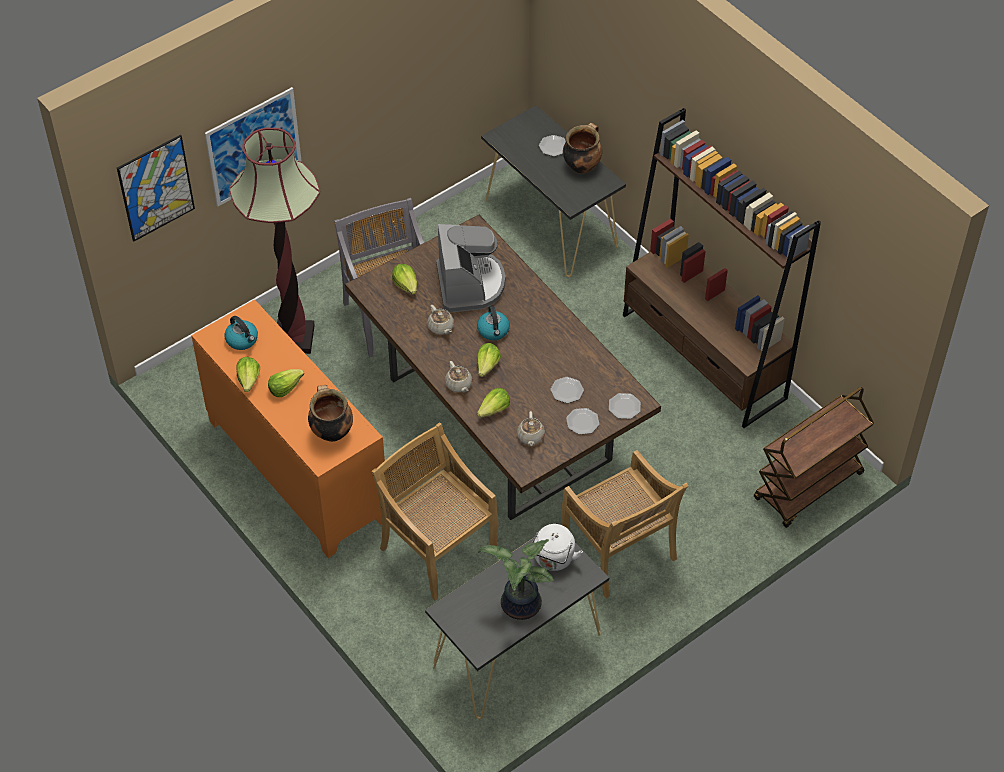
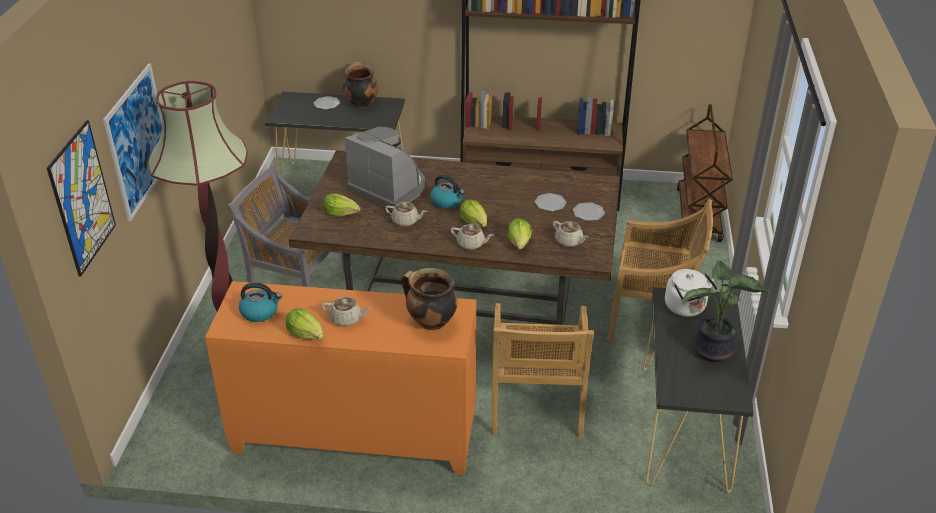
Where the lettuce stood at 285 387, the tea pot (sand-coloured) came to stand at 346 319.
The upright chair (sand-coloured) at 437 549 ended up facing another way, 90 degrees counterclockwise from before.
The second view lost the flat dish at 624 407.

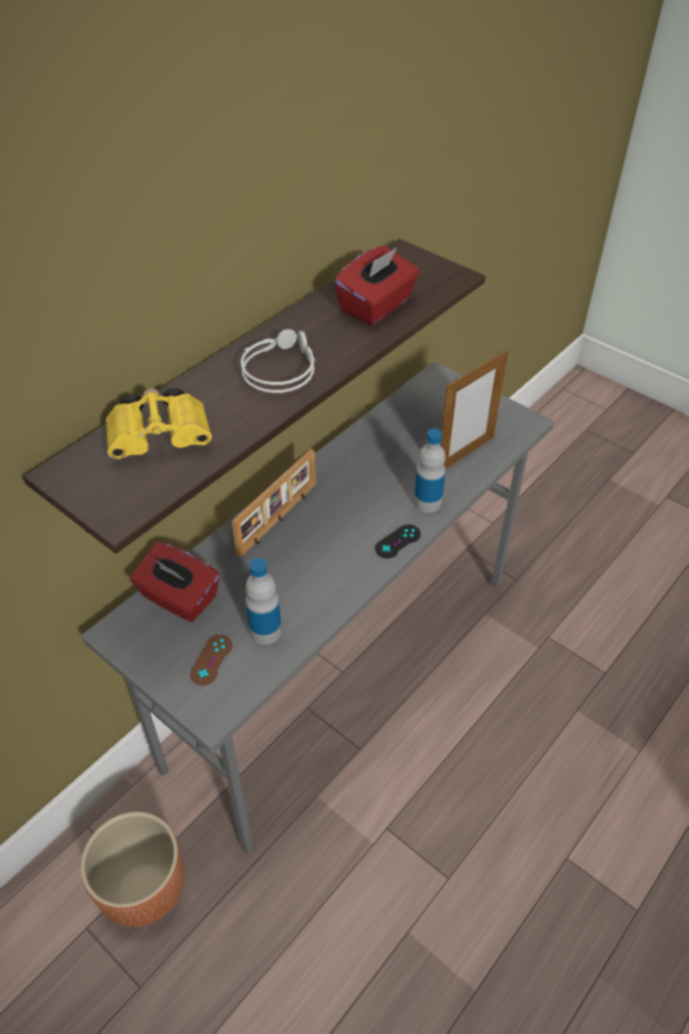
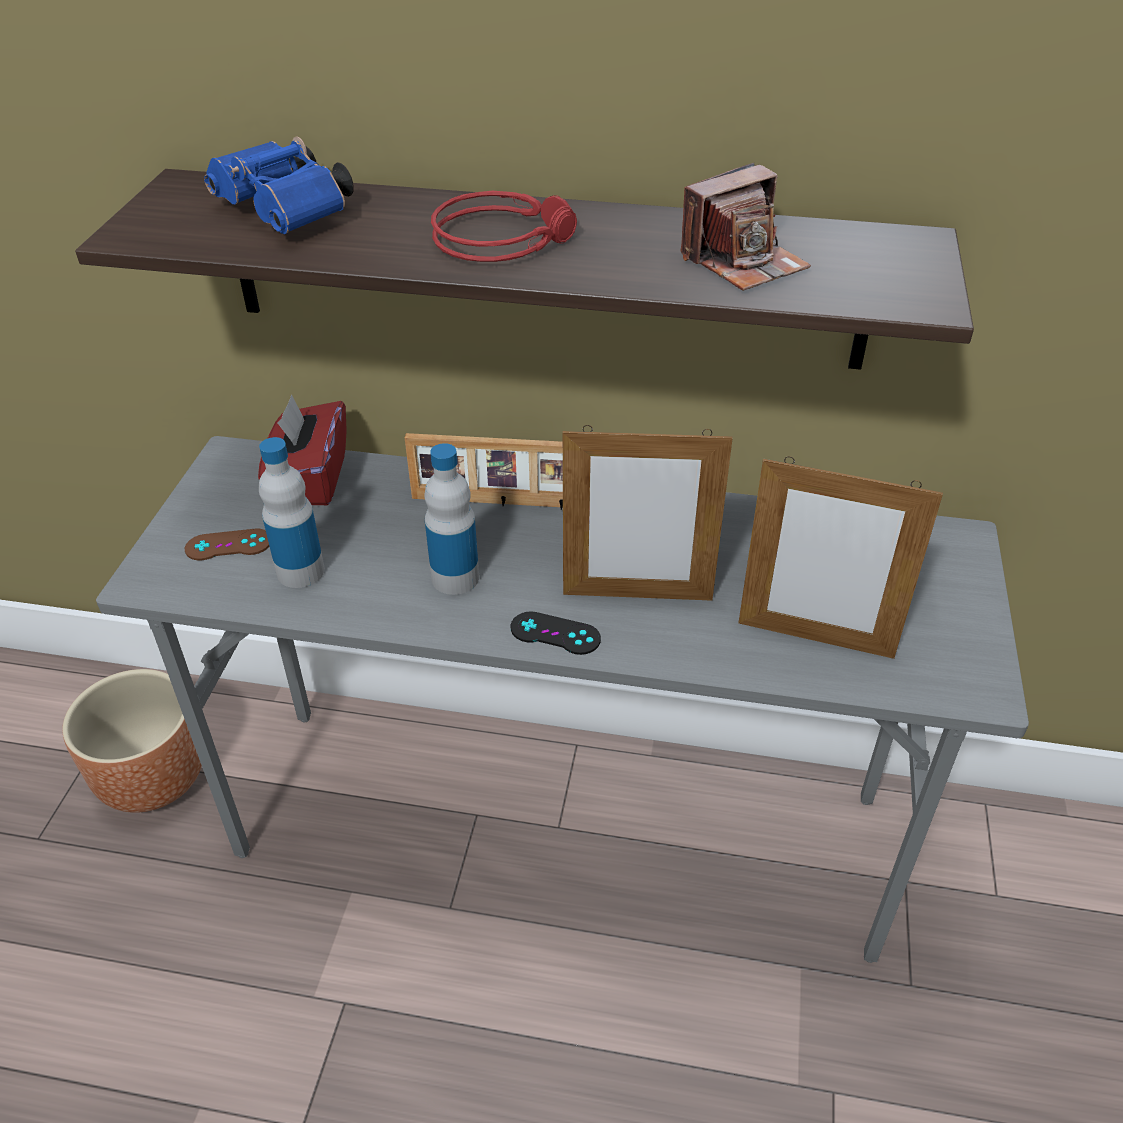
What was the field glasses (yellow) at 163 438 turned into the field glasses (bluish) at 288 214.
What was the headset (grey) at 279 368 turned into the headset (reddish) at 504 238.
Where the tissue holder (reddish) stood at 377 306, the still camera came to stand at 743 262.
The bottle ended up elsewhere, having gone from 427 502 to 455 578.
The second view gained the picture frame at 637 596.

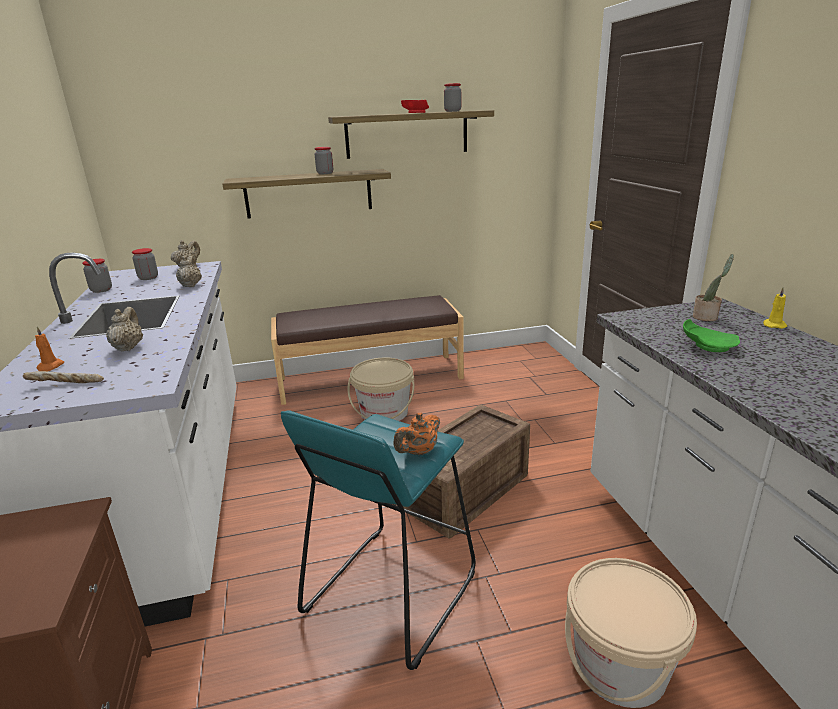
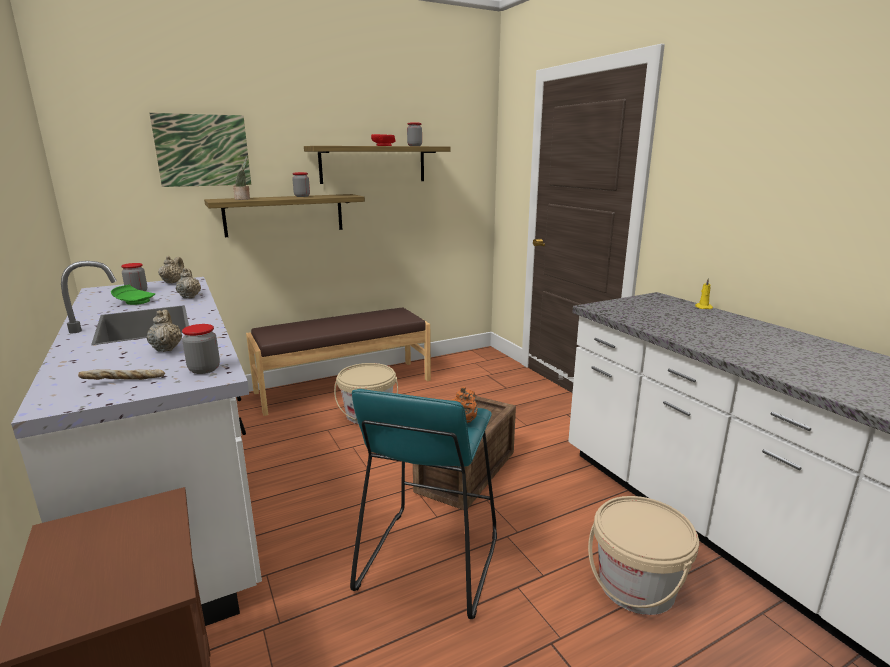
The second view lost the candle (orange) at 50 367.
The preserve jar ended up elsewhere, having gone from 101 290 to 204 369.
The flat dish (greenish) ended up elsewhere, having gone from 707 346 to 135 302.
The plant in a pot ended up elsewhere, having gone from 707 317 to 243 199.
The second view gained the picture at 203 150.

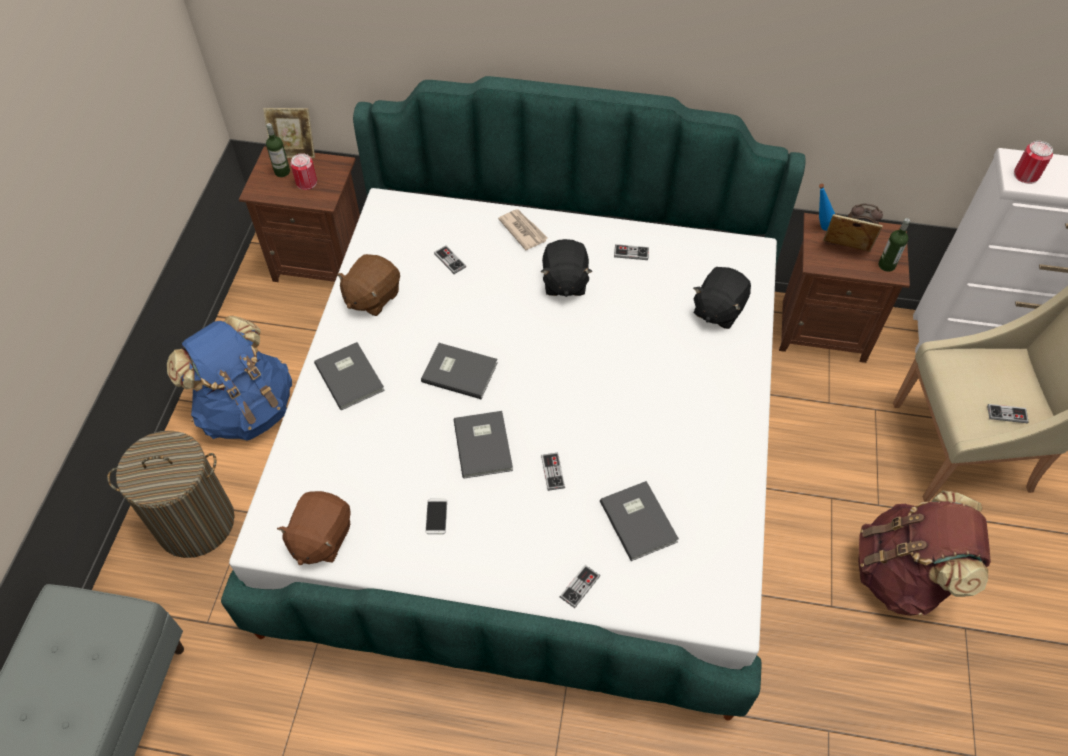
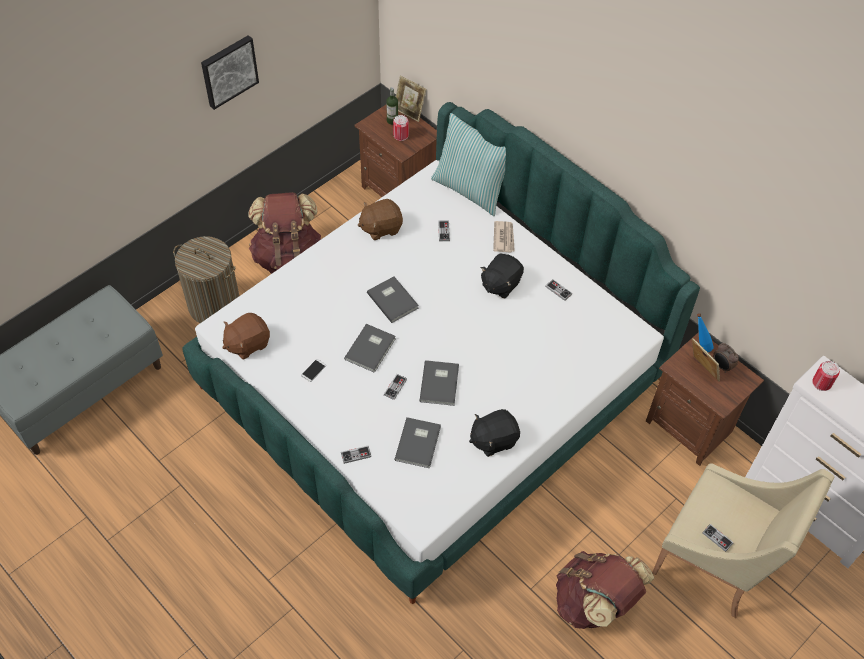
What was the backpack (bluish) at 246 409 turned into the backpack (brown-coloured) at 288 257.
The book (grey) ended up elsewhere, having gone from 350 376 to 440 383.
The cuddly toy (blackish) ended up elsewhere, having gone from 718 310 to 493 439.
The second view lost the bottle at 886 265.
The second view gained the picture at 228 71.
The second view gained the cushion at 470 189.

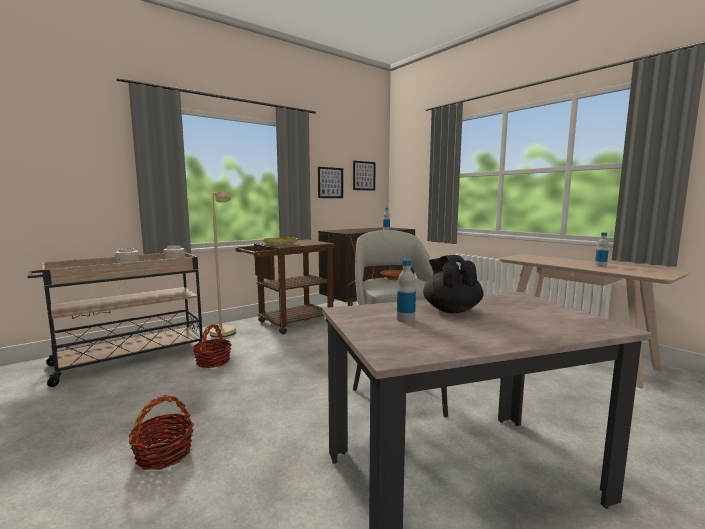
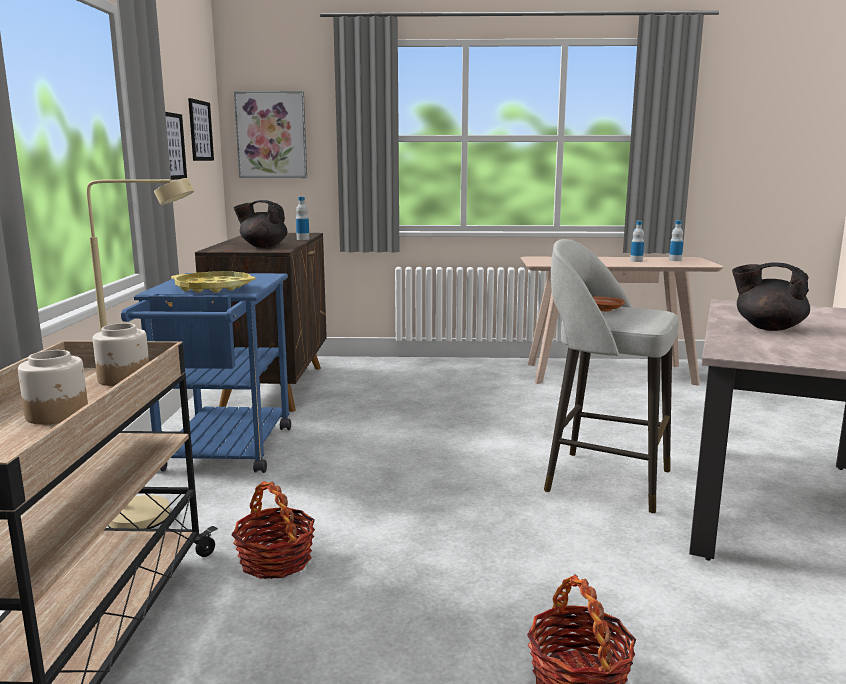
What was the trolley (brown-coloured) at 289 323 turned into the trolley (bluish) at 223 454.
The bottle ended up elsewhere, having gone from 405 319 to 675 260.
The second view gained the tea pot (blackish) at 263 246.
The second view gained the picture at 271 135.

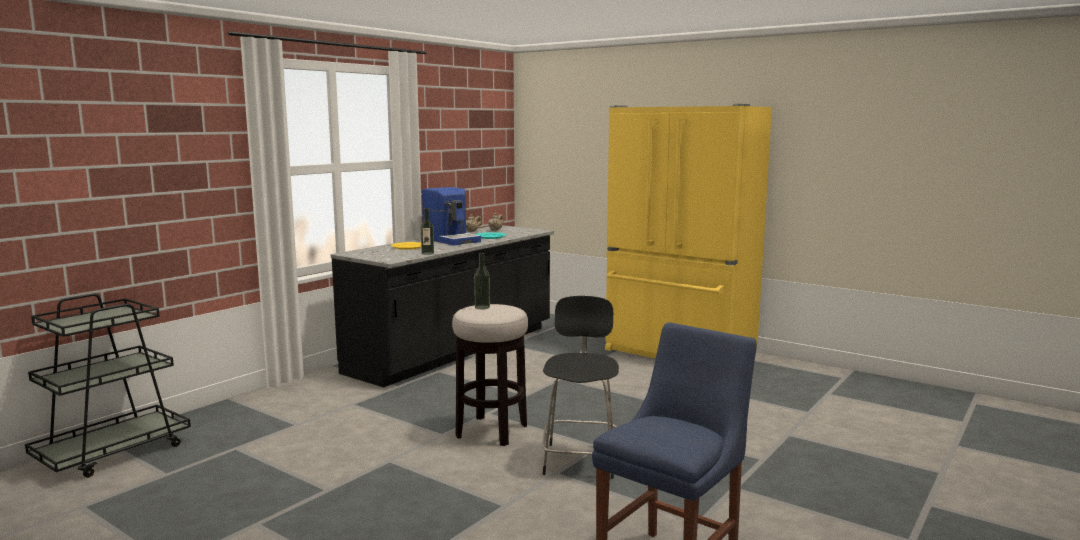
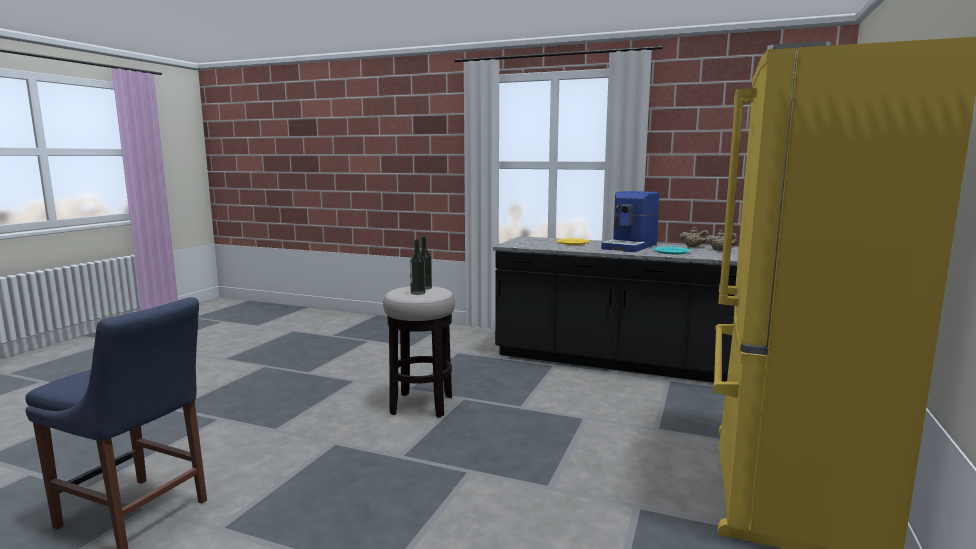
The second view lost the trolley (blackish) at 114 452.
The bottle ended up elsewhere, having gone from 427 253 to 418 293.
The second view lost the sitting stool (blackish) at 580 459.

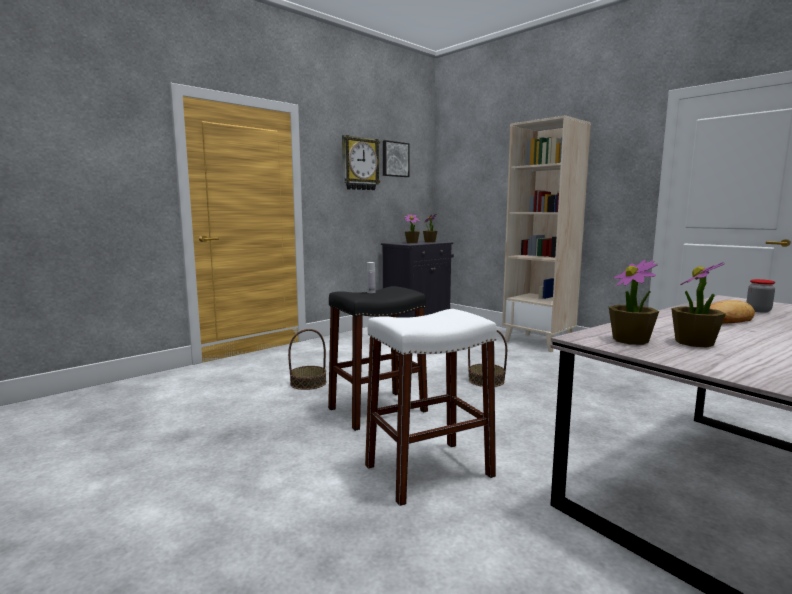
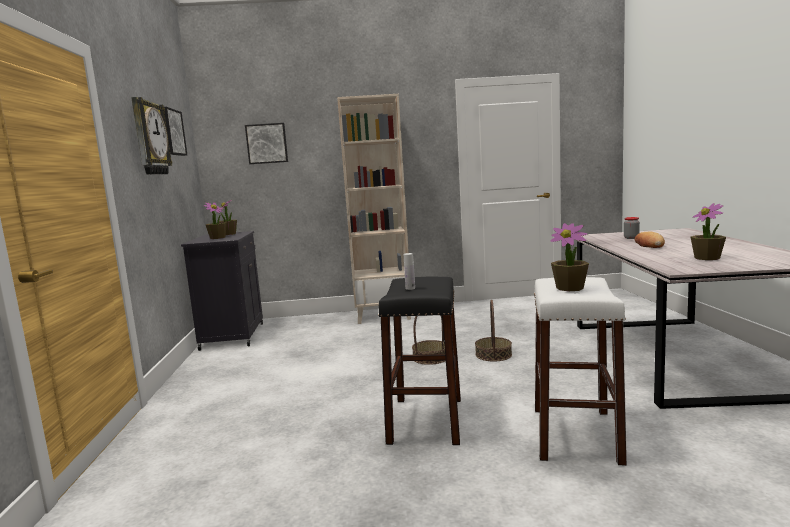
The basket ended up elsewhere, having gone from 308 383 to 493 354.
The plant in a pot ended up elsewhere, having gone from 630 340 to 570 288.
The second view gained the picture at 267 143.

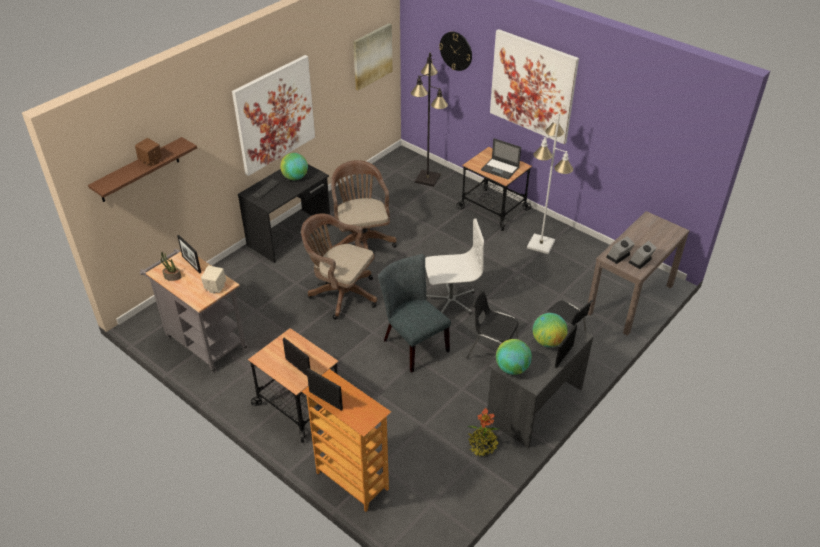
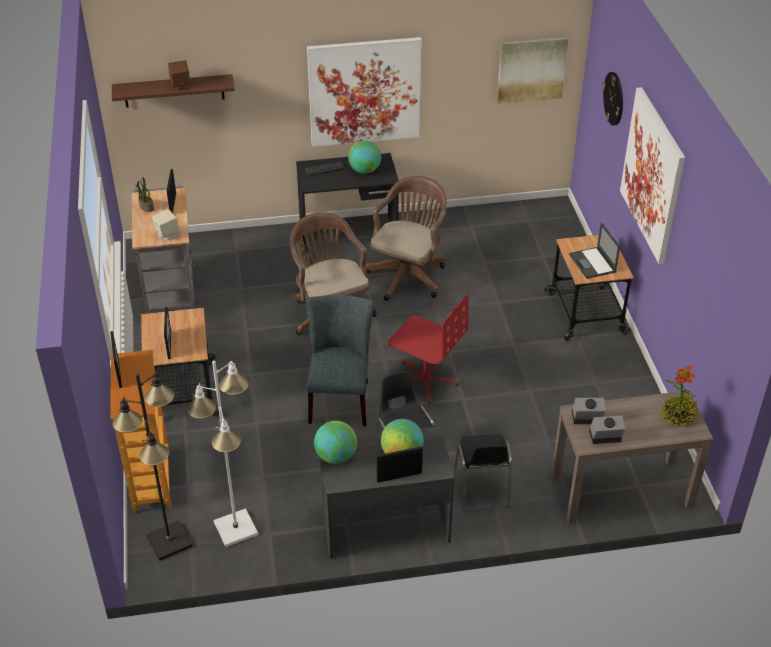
The standard lamp (blackish) ended up elsewhere, having gone from 428 179 to 170 541.
What was the office chair (white-coloured) at 450 300 turned into the office chair (reddish) at 425 379.
The plant in a pot ended up elsewhere, having gone from 482 445 to 678 416.
The standard lamp (white-coloured) ended up elsewhere, having gone from 541 244 to 236 529.

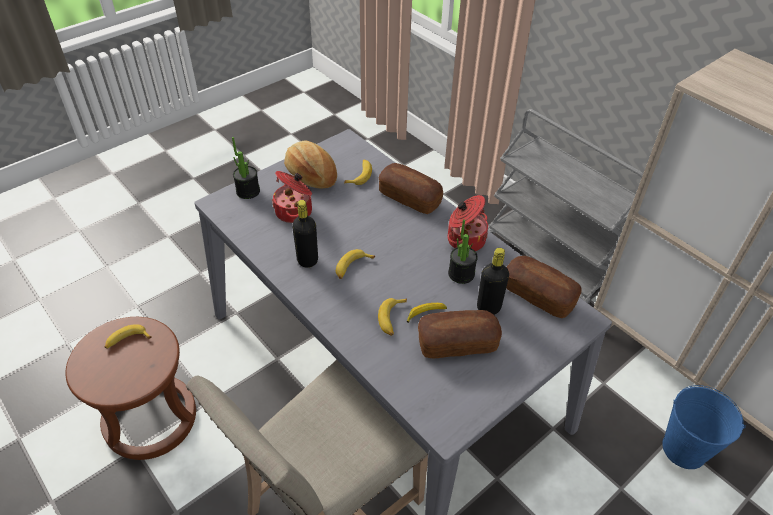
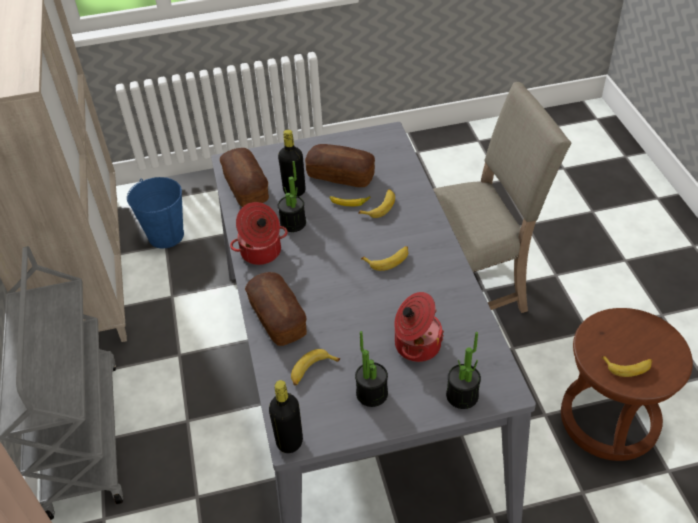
Where the bread stood at 311 175, the plant in a pot came to stand at 372 394.
The bottle (blackish) ended up elsewhere, having gone from 307 260 to 289 441.

